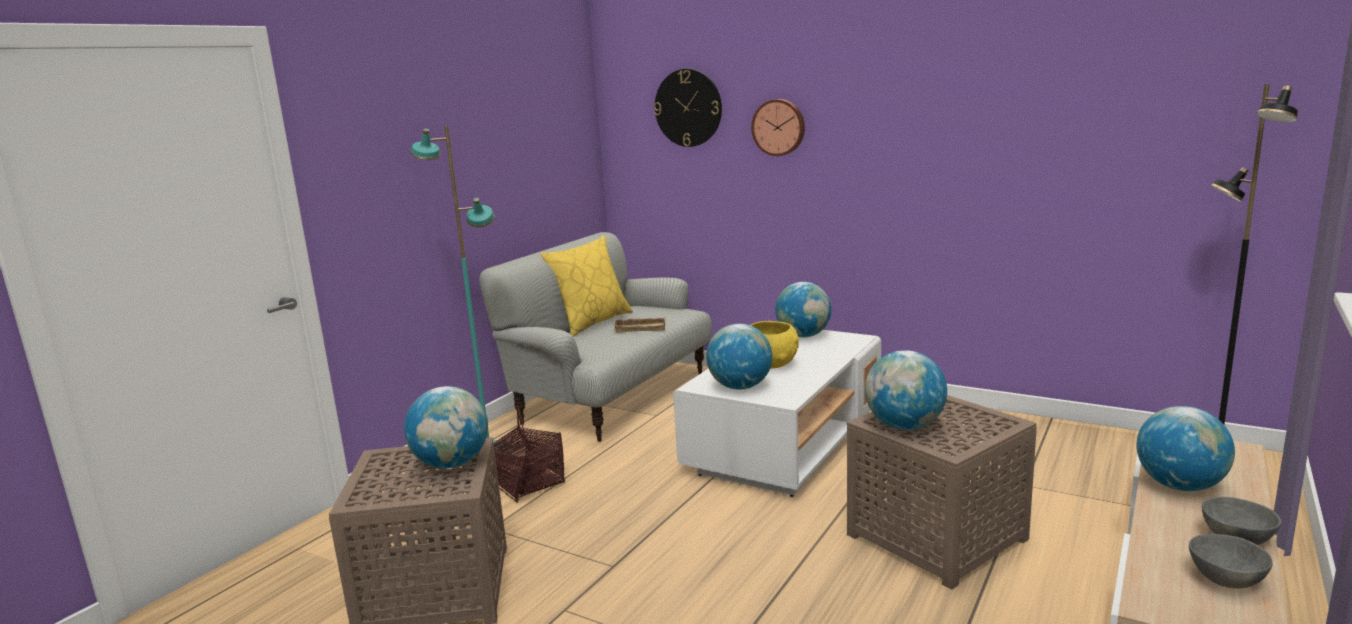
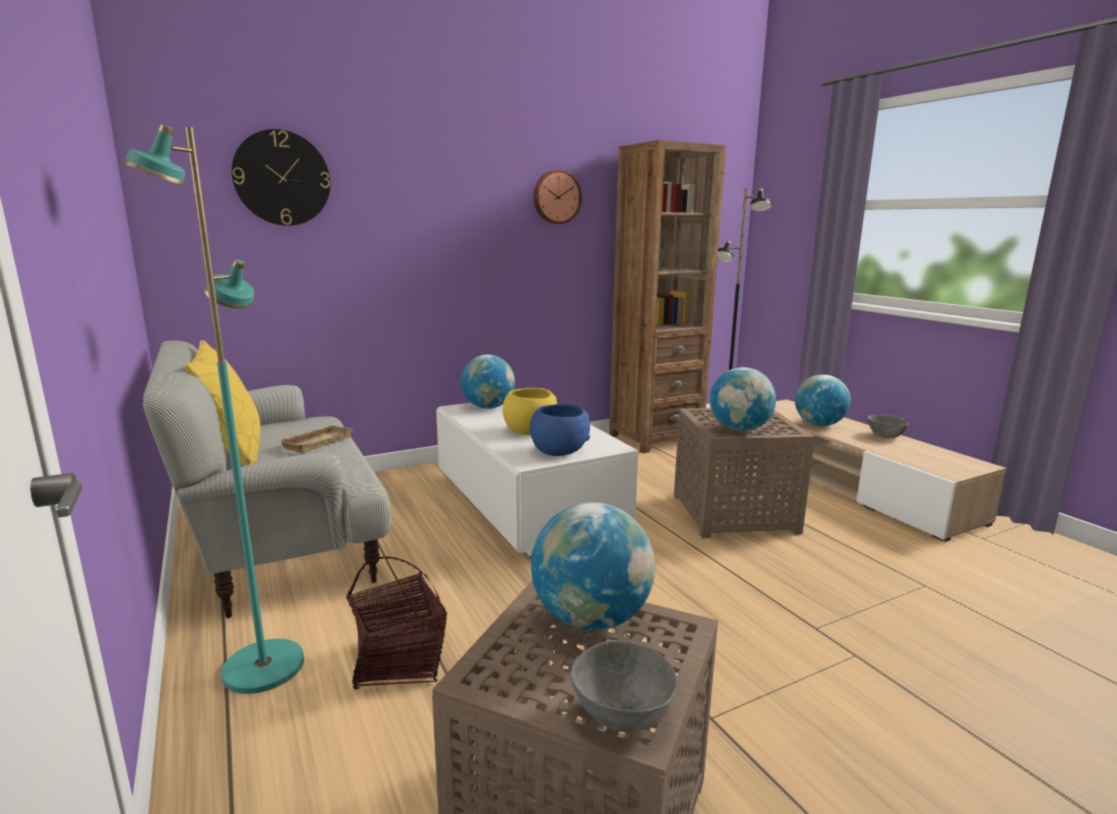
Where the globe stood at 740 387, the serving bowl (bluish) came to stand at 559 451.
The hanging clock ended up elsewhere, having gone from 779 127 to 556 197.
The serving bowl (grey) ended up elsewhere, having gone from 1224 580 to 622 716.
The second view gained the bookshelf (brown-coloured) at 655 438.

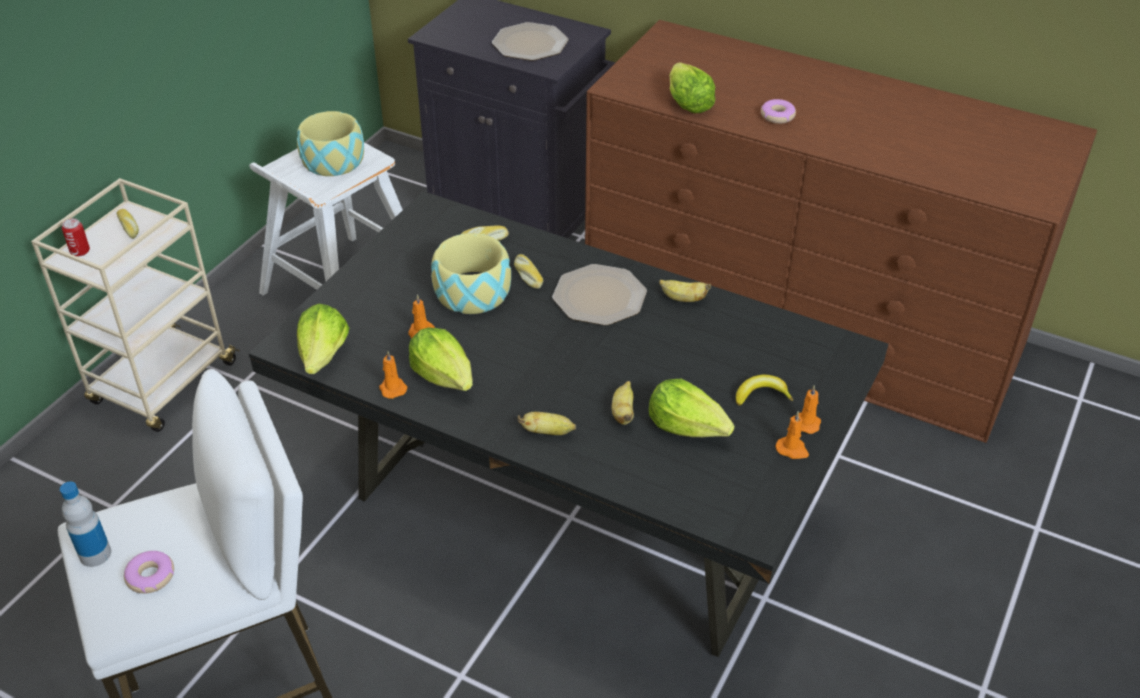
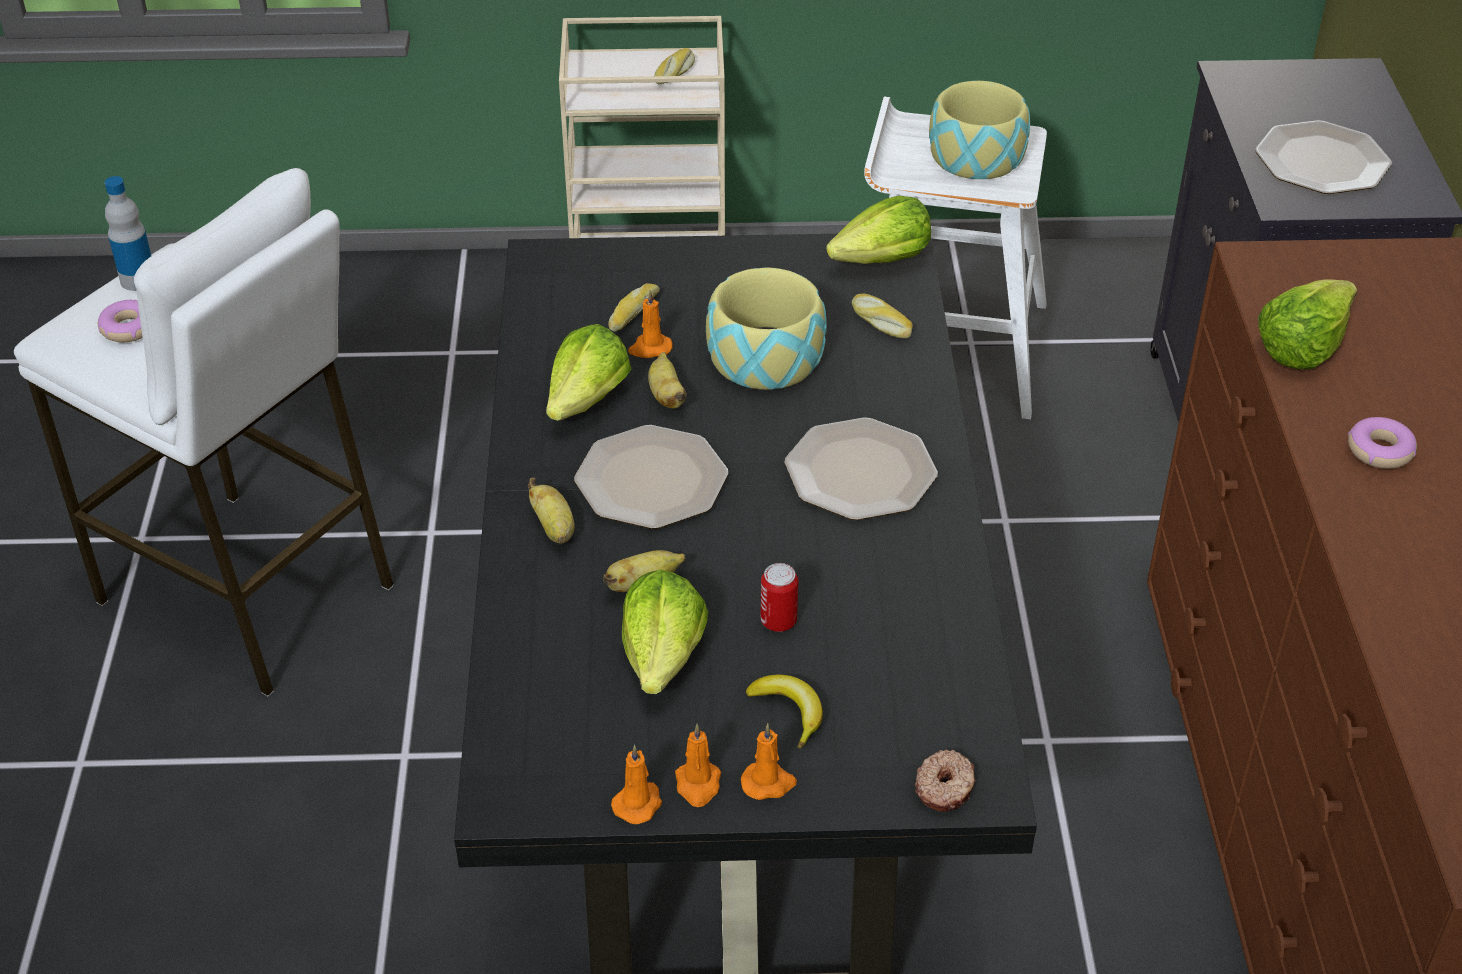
The metal can ended up elsewhere, having gone from 80 251 to 778 621.
The lettuce ended up elsewhere, having gone from 324 355 to 882 260.
The candle (orange) ended up elsewhere, having gone from 392 388 to 638 803.
The bread ended up elsewhere, having gone from 527 275 to 632 313.
The banana fruit ended up elsewhere, having gone from 682 299 to 666 396.
The second view gained the flat dish at 650 479.
The second view gained the donut at 945 788.

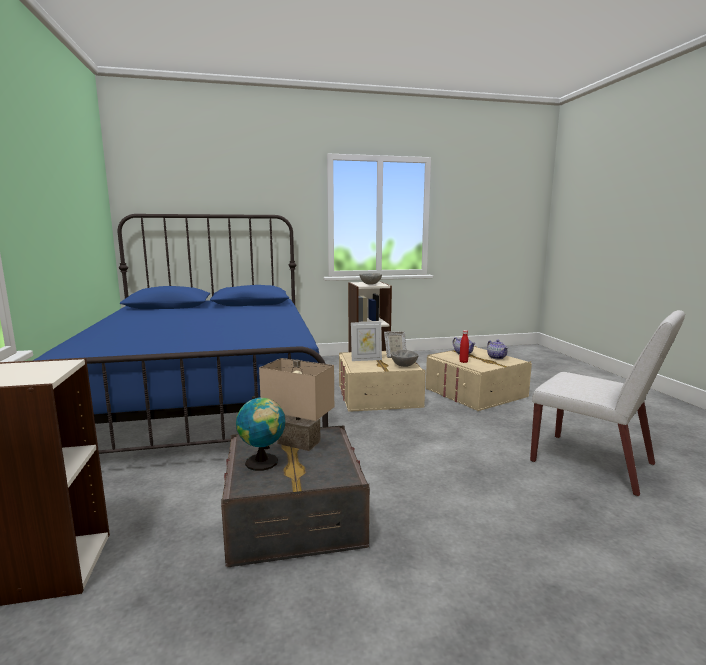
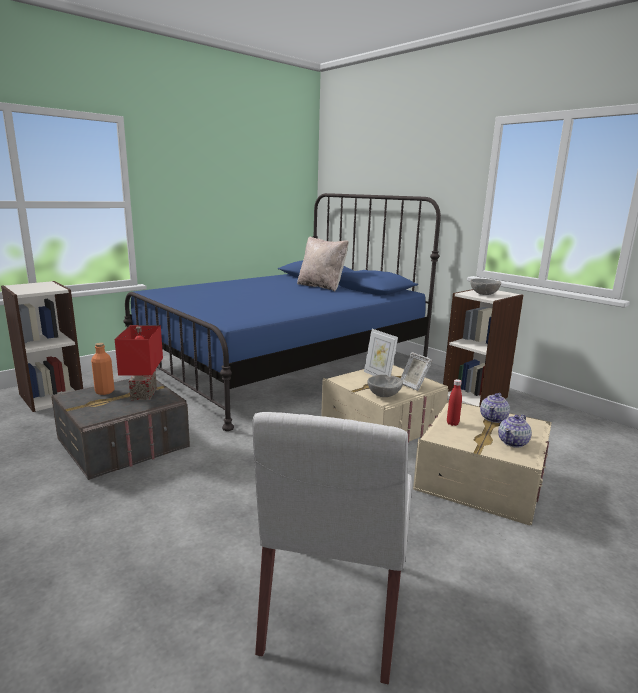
Where the globe stood at 263 463, the bottle (orange) came to stand at 104 392.
What was the lamp for a table (sand-coloured) at 297 443 turned into the lamp for a table (reddish) at 142 393.
The second view gained the cushion (sand-coloured) at 321 287.

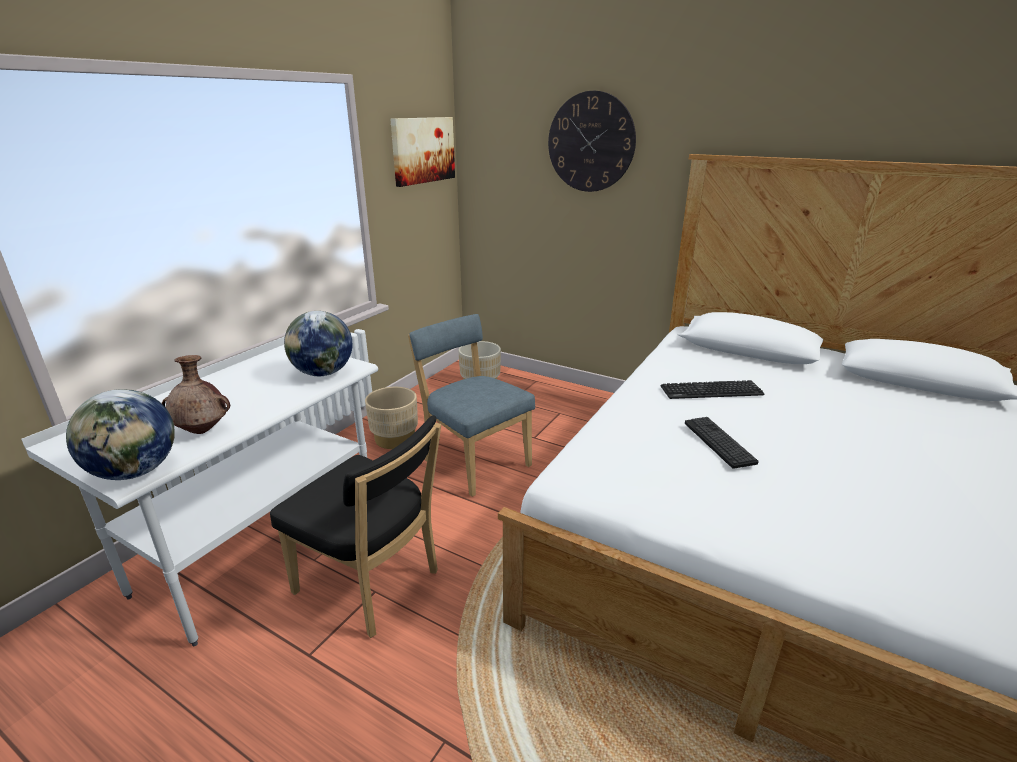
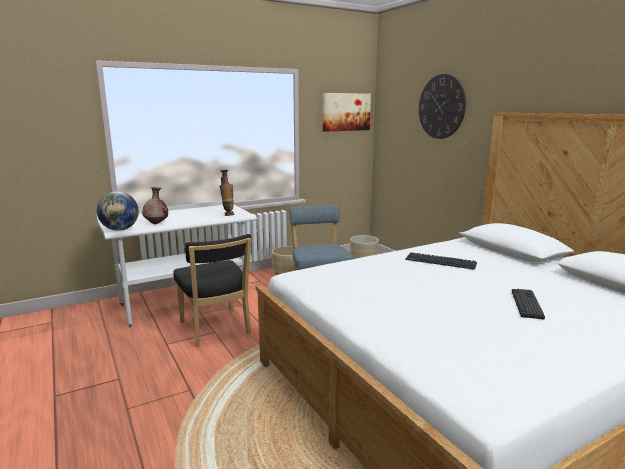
Where the globe stood at 323 373, the decorative vase came to stand at 228 215.
The computer keyboard ended up elsewhere, having gone from 719 442 to 527 304.

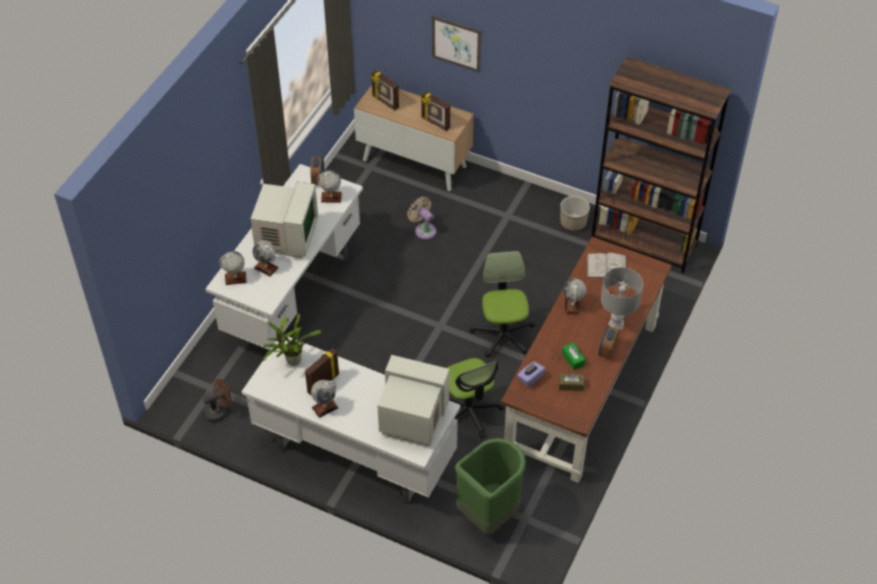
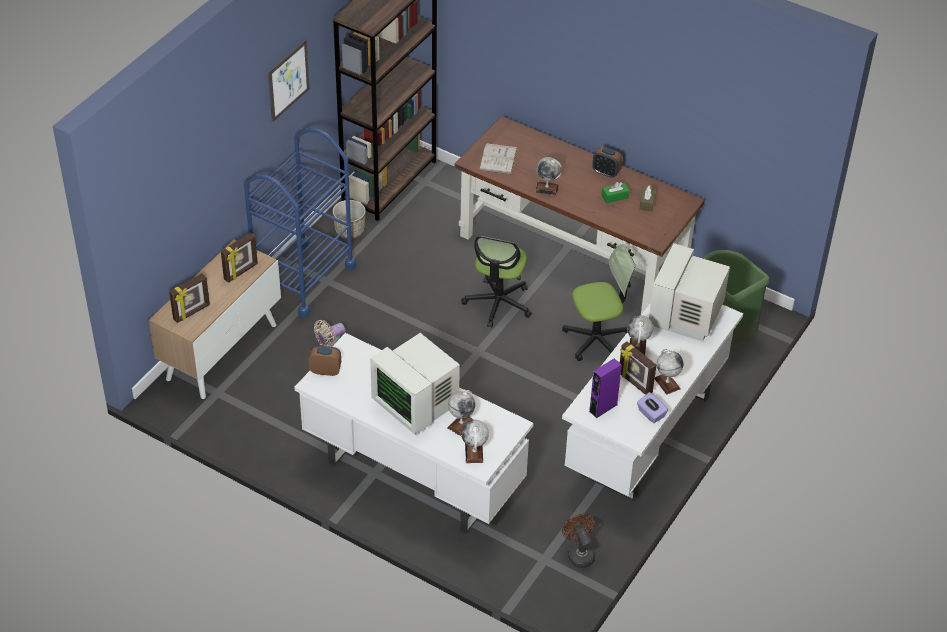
The computer display at 286 238 ended up facing another way, 150 degrees counterclockwise from before.
Where the plant in a pot stood at 291 361, the loudspeaker (purplish) came to stand at 603 408.
The globe ended up elsewhere, having gone from 331 197 to 637 348.
The picture ended up elsewhere, having gone from 456 43 to 288 80.
The office chair at 503 335 ended up facing another way, 75 degrees counterclockwise from before.
The tissue holder (purplish) ended up elsewhere, having gone from 530 378 to 651 414.
The second view lost the lamp for a table (grey) at 616 323.
The second view gained the trolley (bluish) at 303 278.

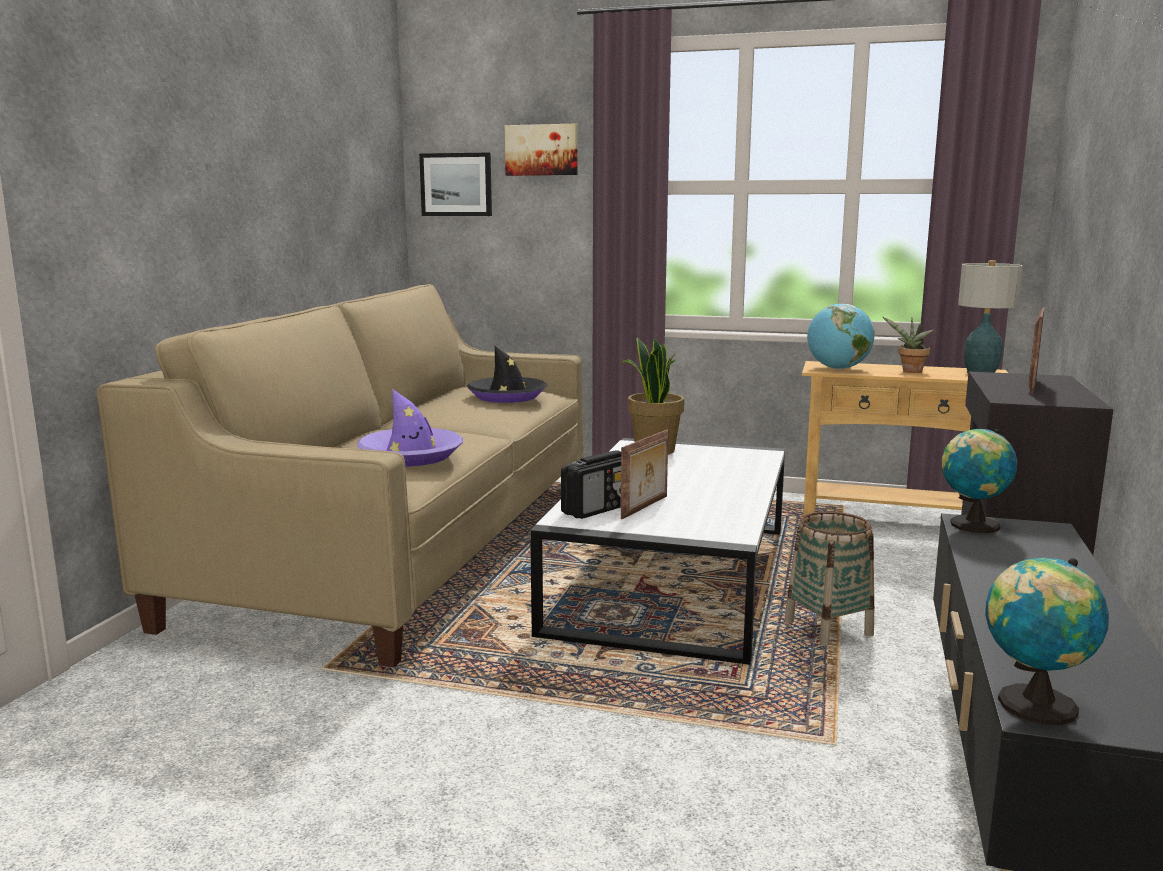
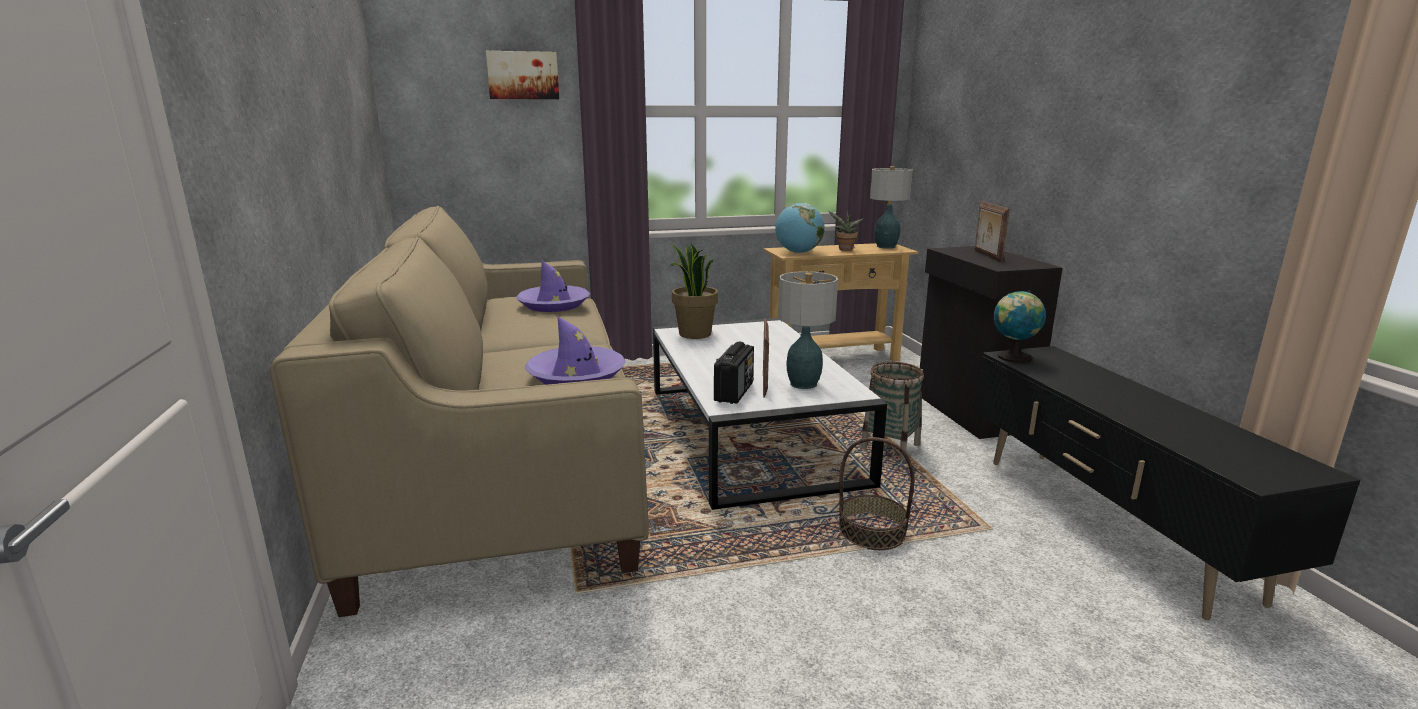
The second view lost the picture at 456 184.
What was the wearable hat (blackish) at 507 396 turned into the wearable hat (purplish) at 554 305.
The second view lost the globe at 1032 706.
The second view gained the lamp for a table at 803 384.
The second view gained the basket at 872 531.

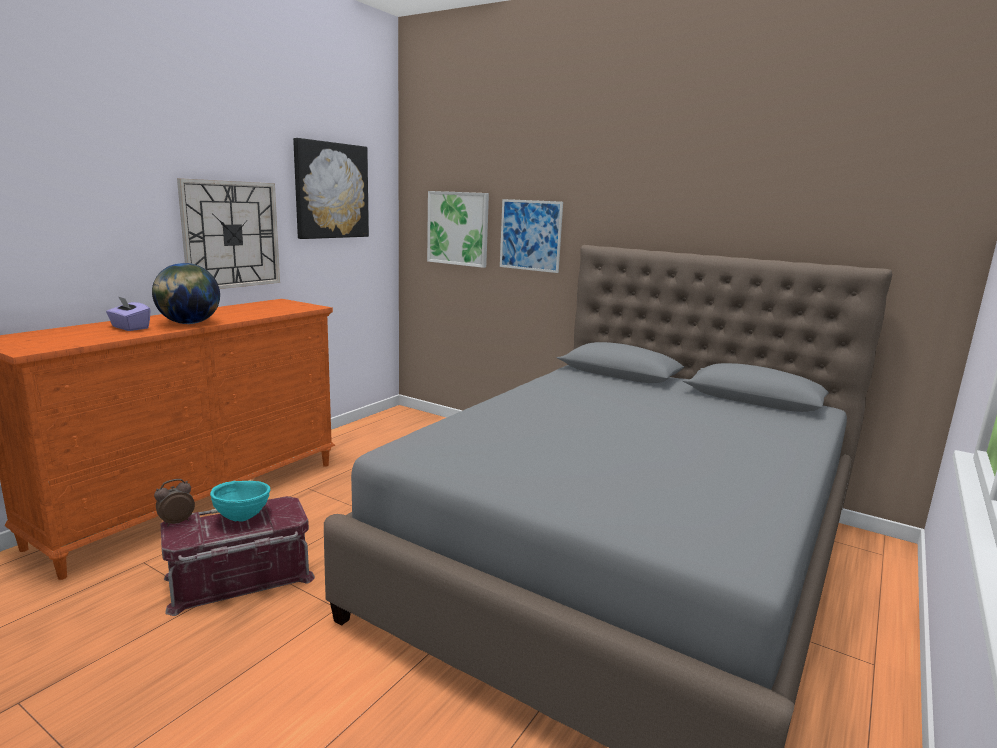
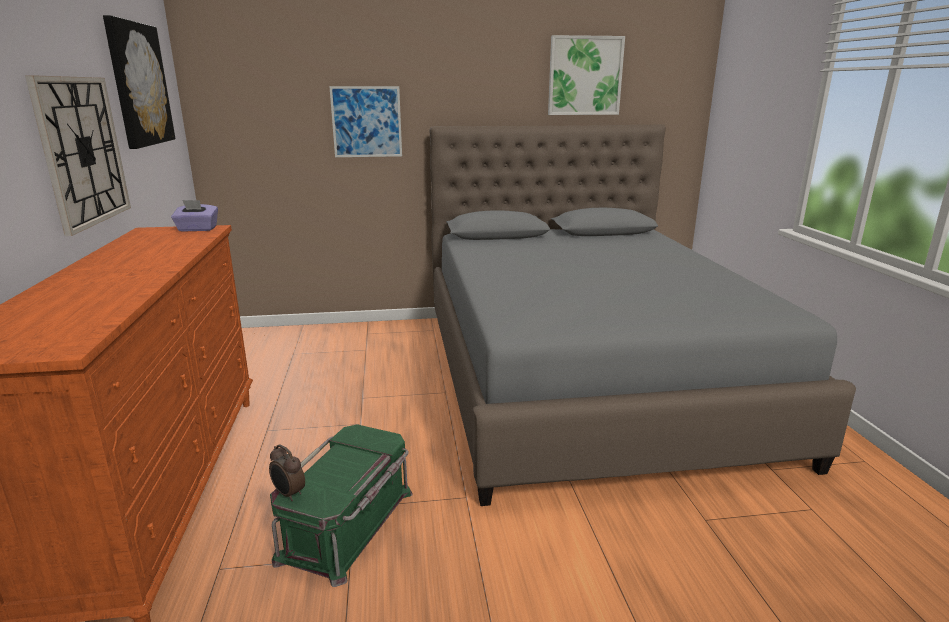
The tissue holder (purplish) ended up elsewhere, having gone from 129 328 to 197 229.
The second view lost the globe at 189 323.
The bedside clock at 176 522 ended up facing another way, 60 degrees counterclockwise from before.
What was the storage bin (reddish) at 240 579 turned into the storage bin (greenish) at 349 525.
The second view lost the serving bowl (turquoise) at 242 518.
The picture ended up elsewhere, having gone from 458 228 to 585 76.

